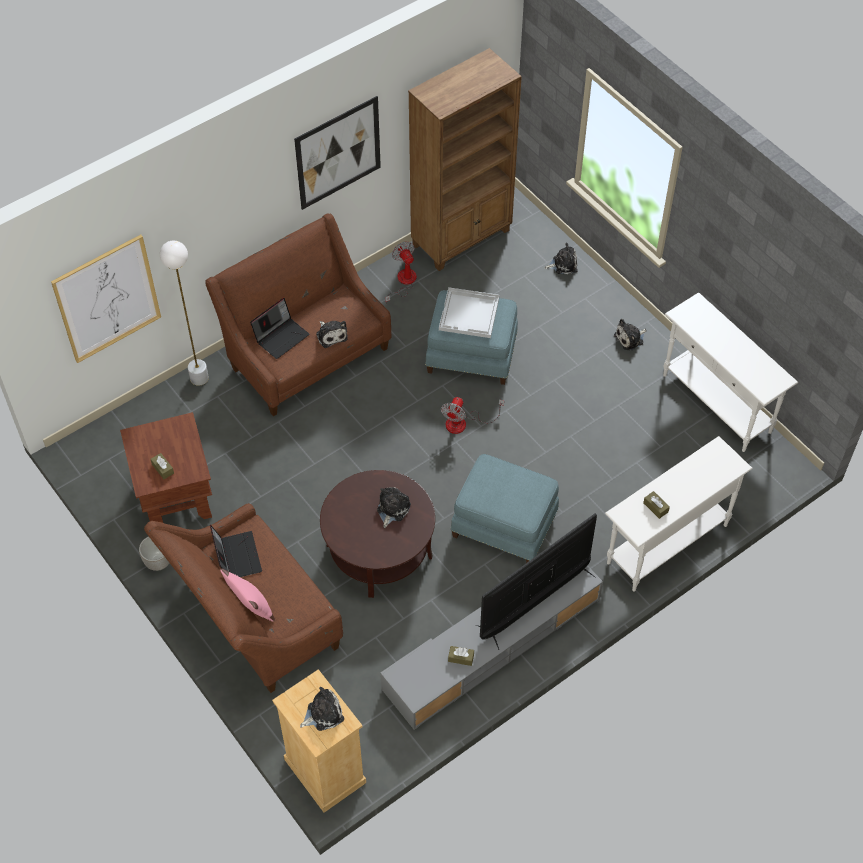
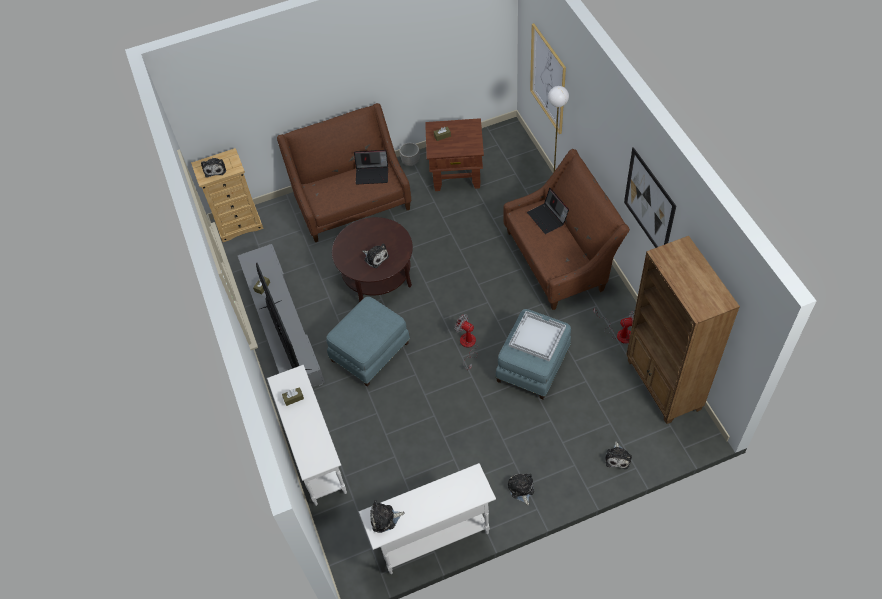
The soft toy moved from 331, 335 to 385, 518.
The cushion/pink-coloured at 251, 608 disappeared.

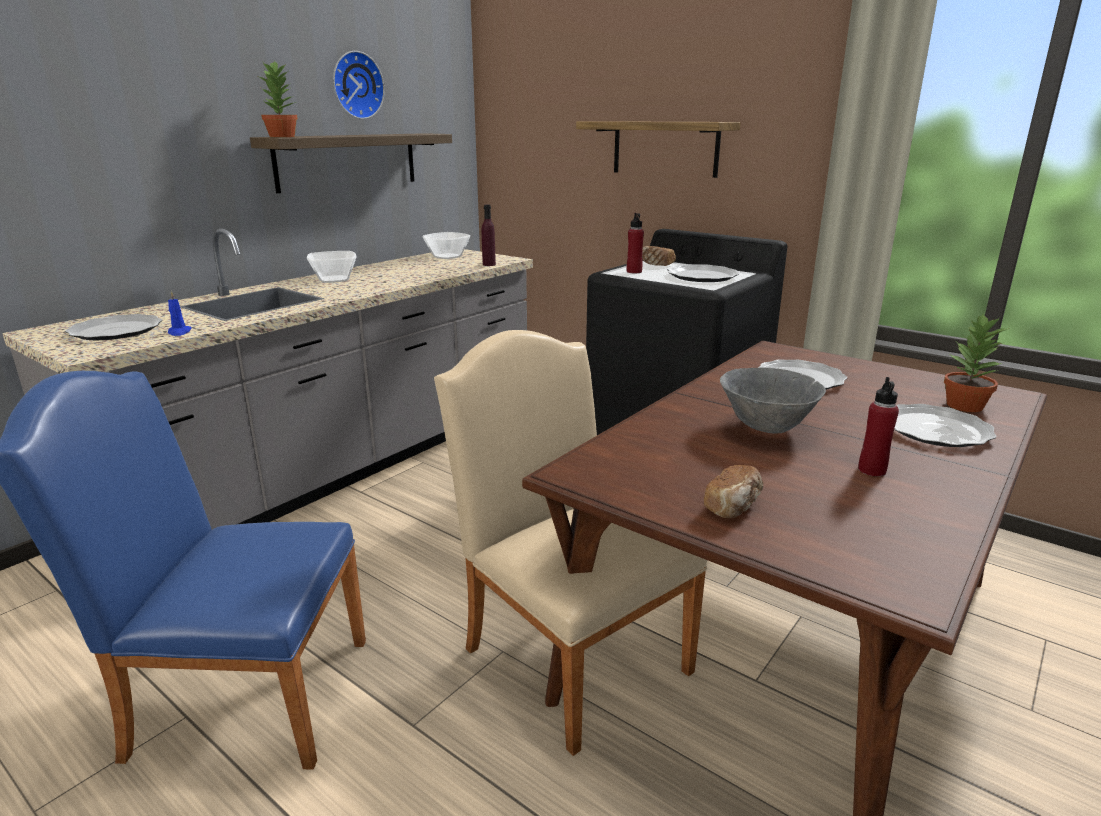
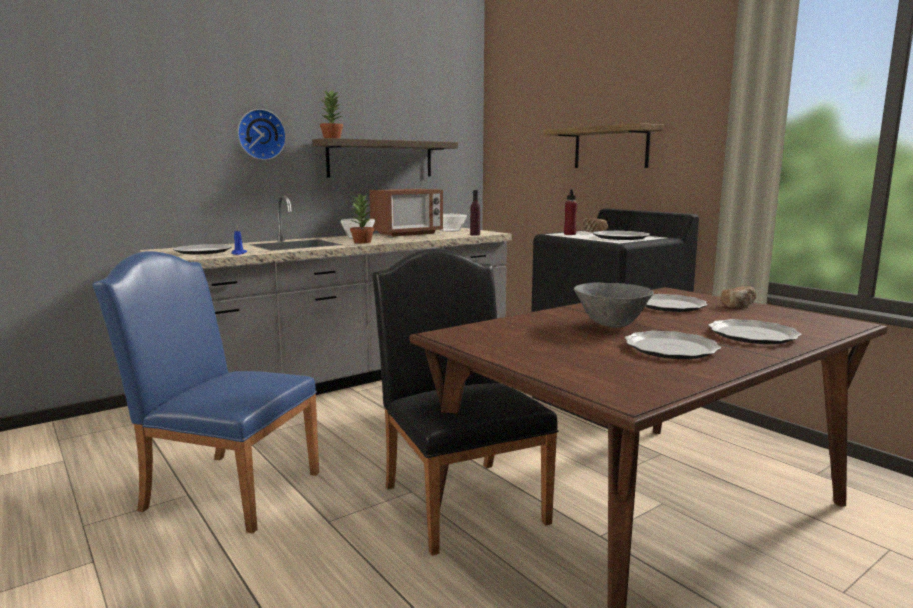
The hanging clock moved from 356, 85 to 260, 134.
The houseplant moved from 964, 406 to 361, 242.
The microwave oven at 407, 233 appeared.
The plain chair/beige at 568, 651 became the plain chair/black at 459, 498.
The drink bottle/reddish at 872, 470 was replaced by the flat dish at 671, 349.
The bakery bread moved from 734, 506 to 739, 306.

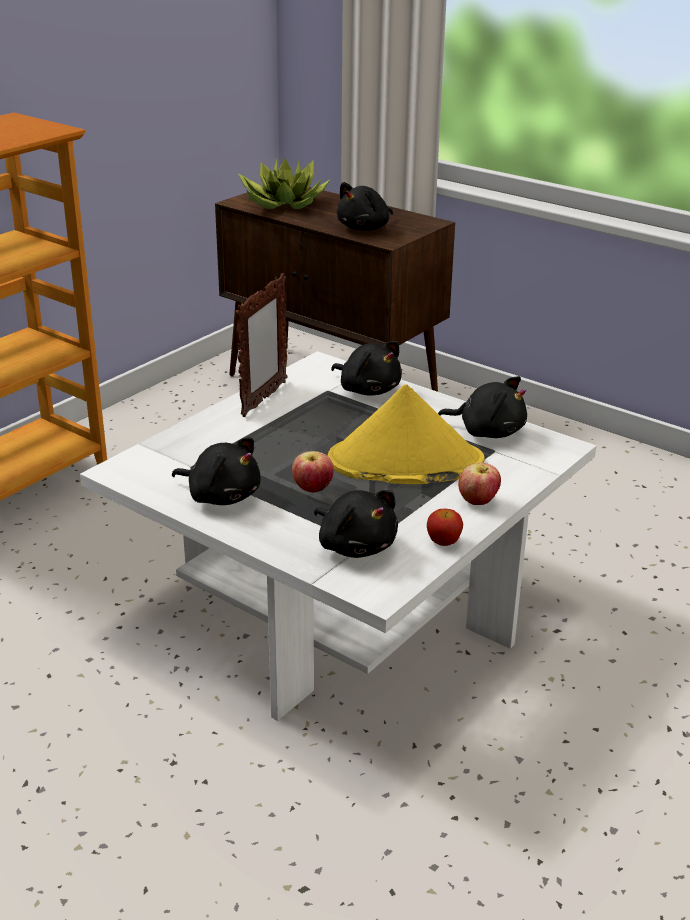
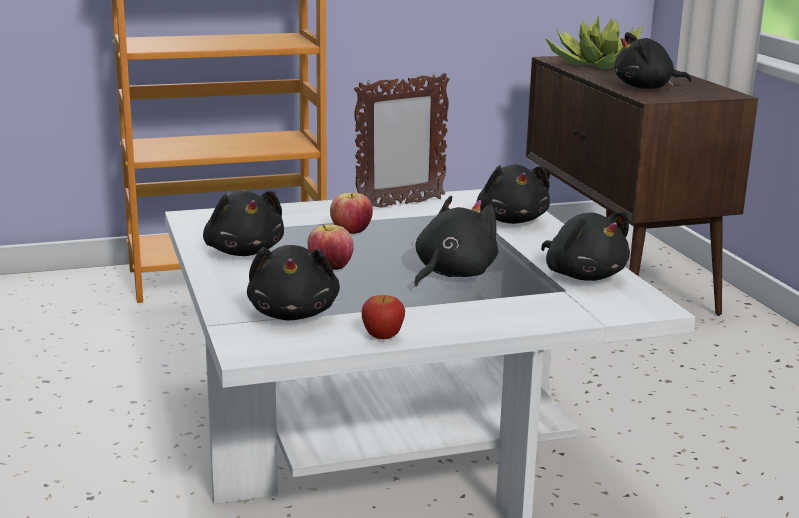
The apple moved from 478, 501 to 351, 232.
The hat/yellow-coloured at 404, 462 was replaced by the soft toy/black at 452, 274.

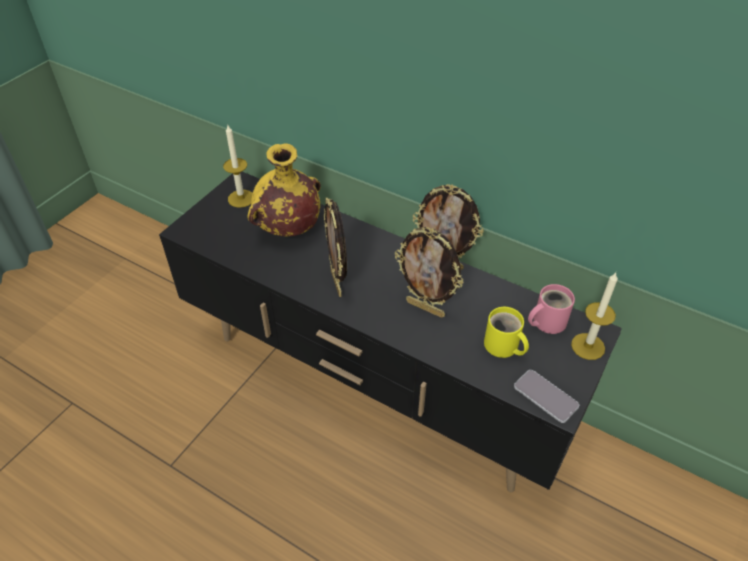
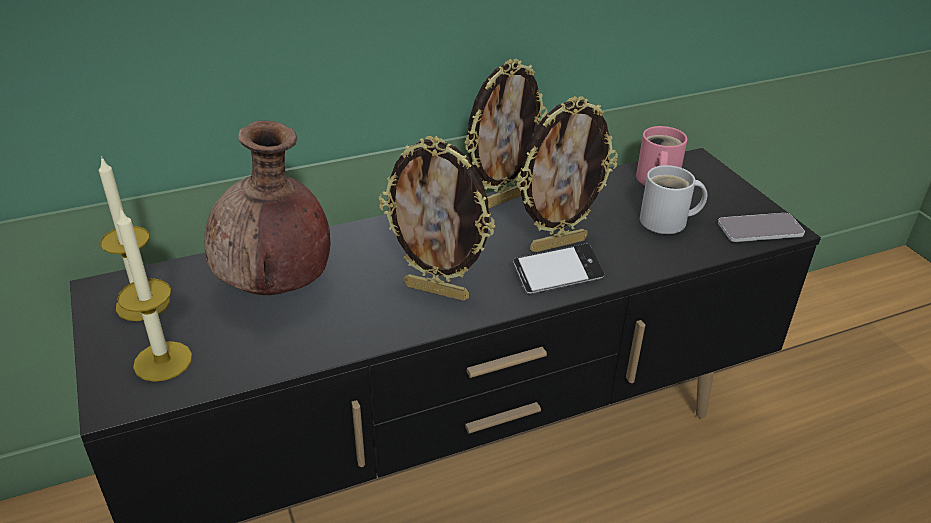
The wax candle moved from 588, 346 to 163, 361.
The decorative vase/yellow-coloured at 287, 229 became the decorative vase/brownish at 275, 288.
The handset at 557, 275 appeared.
The tea mug/yellow-coloured at 502, 347 became the tea mug/whitish at 668, 222.

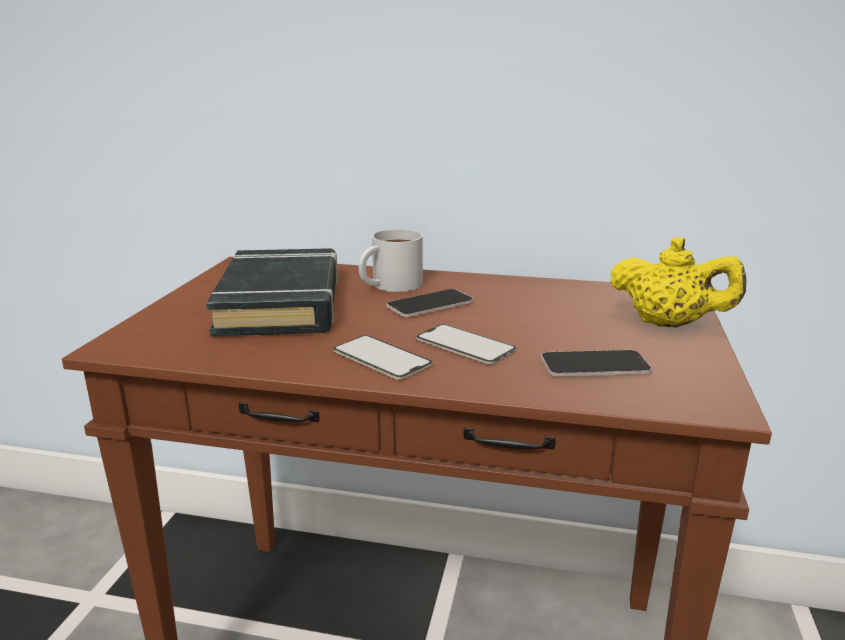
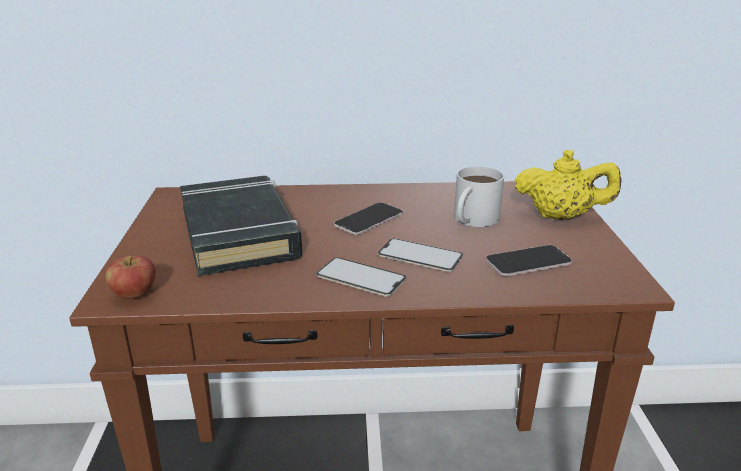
The apple at 134, 294 appeared.
The tea mug/whitish moved from 389, 285 to 472, 220.

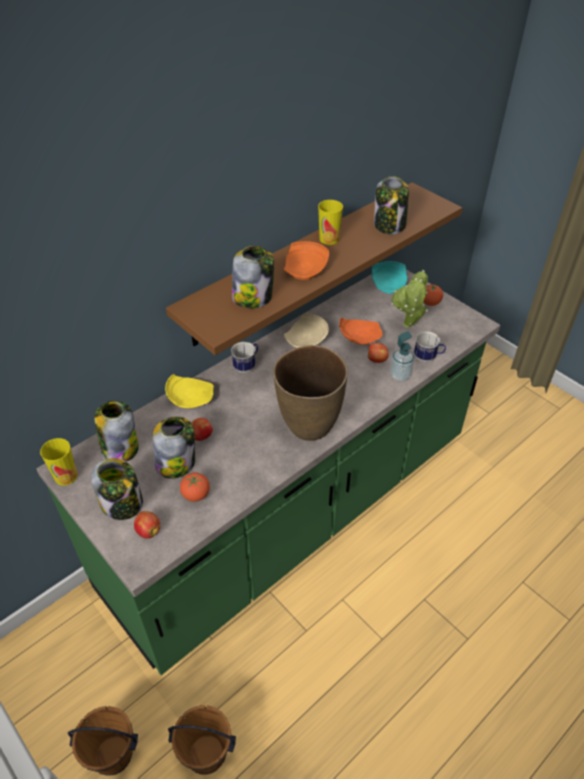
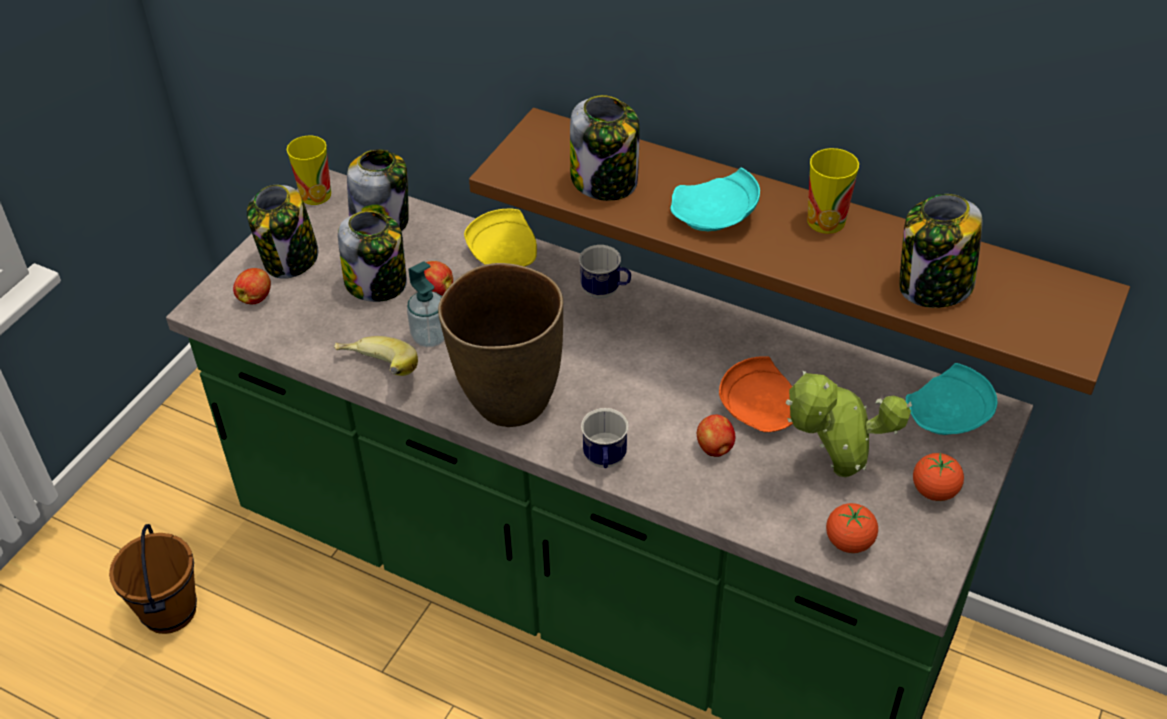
The whole banana at 377, 375 appeared.
The soap bottle moved from 400, 376 to 430, 337.
The tea mug moved from 427, 358 to 605, 462.
The flat dish/orange at 305, 269 became the flat dish/blue-green at 715, 217.
The fresh tomato moved from 196, 495 to 849, 542.
The water bucket/brownish at 113, 755 disappeared.
The flat dish/beige at 306, 339 disappeared.

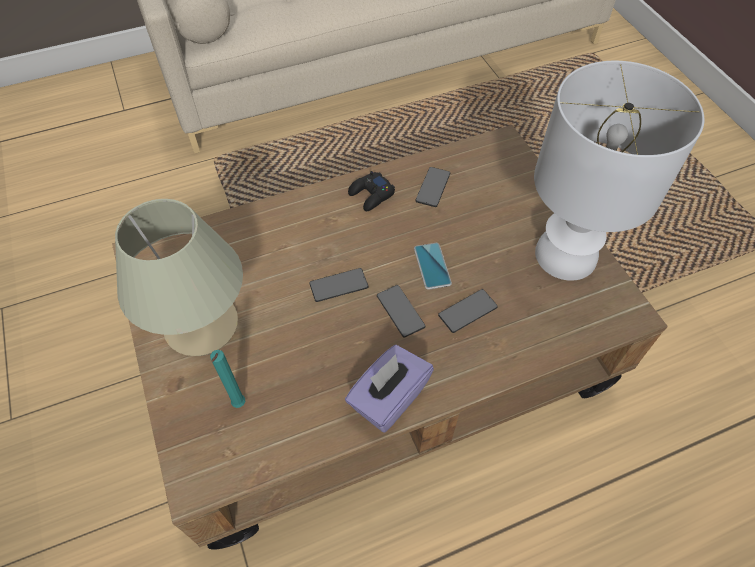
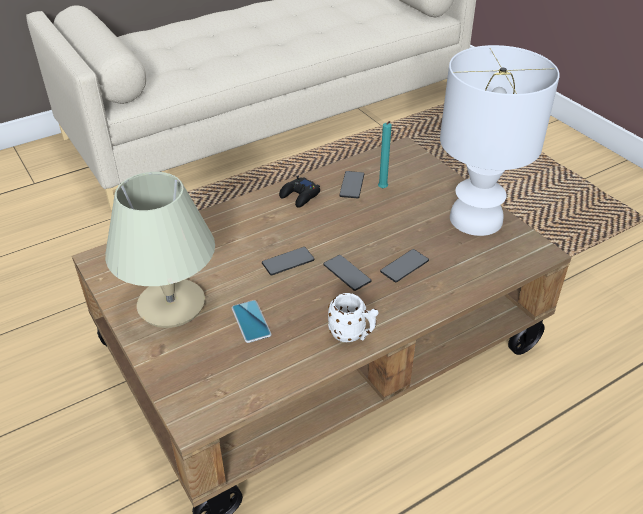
The handset moved from 432, 266 to 251, 321.
The box of tissues/purplish at 388, 398 was replaced by the tea mug/whitish at 352, 335.
The wax candle/blue-green moved from 238, 405 to 383, 189.

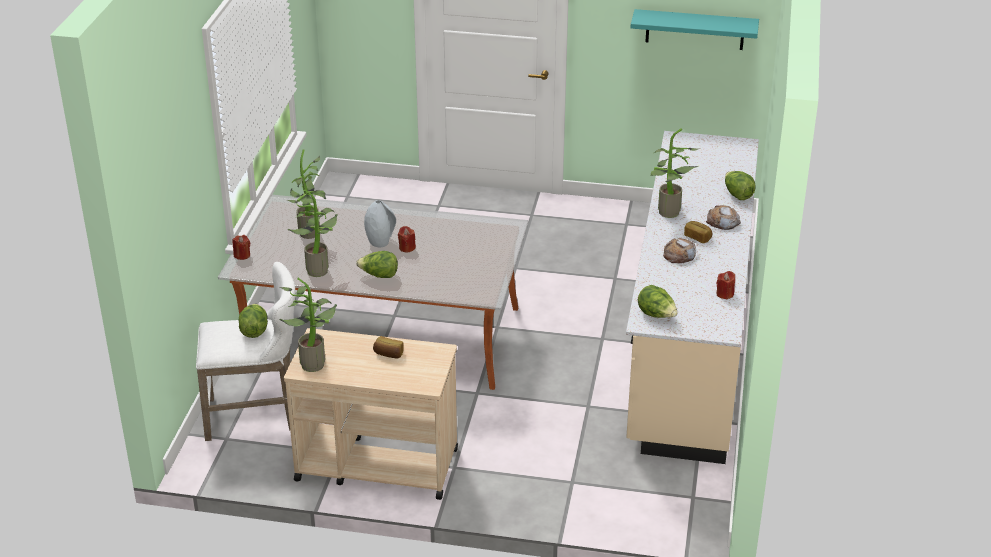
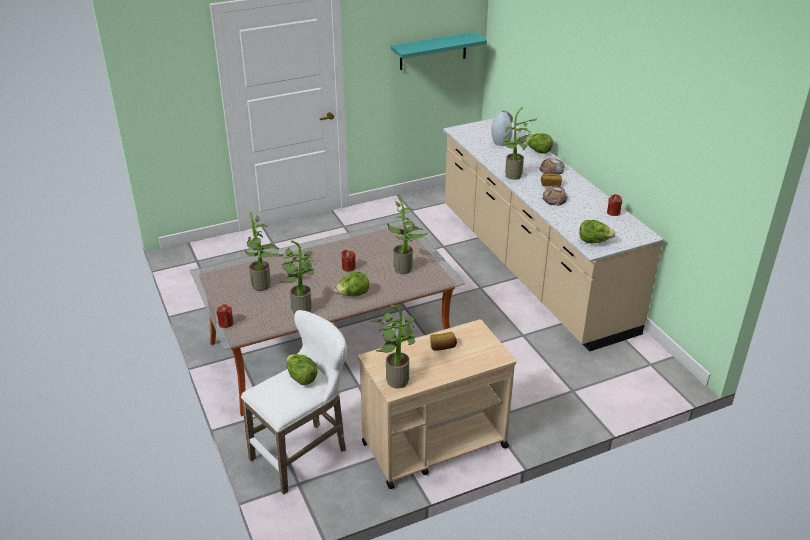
The houseplant at 406, 268 appeared.
The decorative vase/greyish moved from 380, 241 to 501, 142.

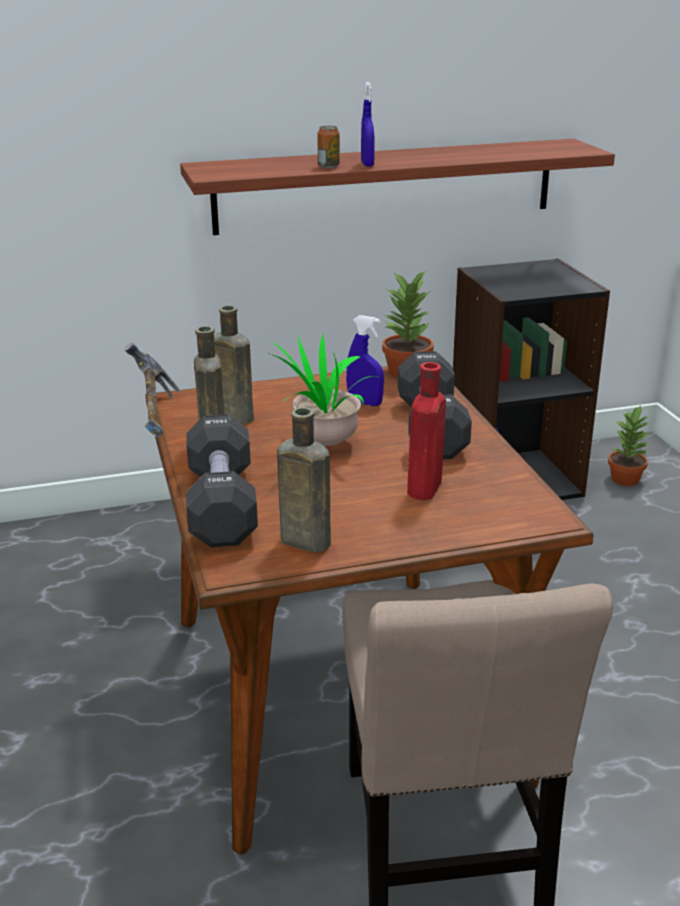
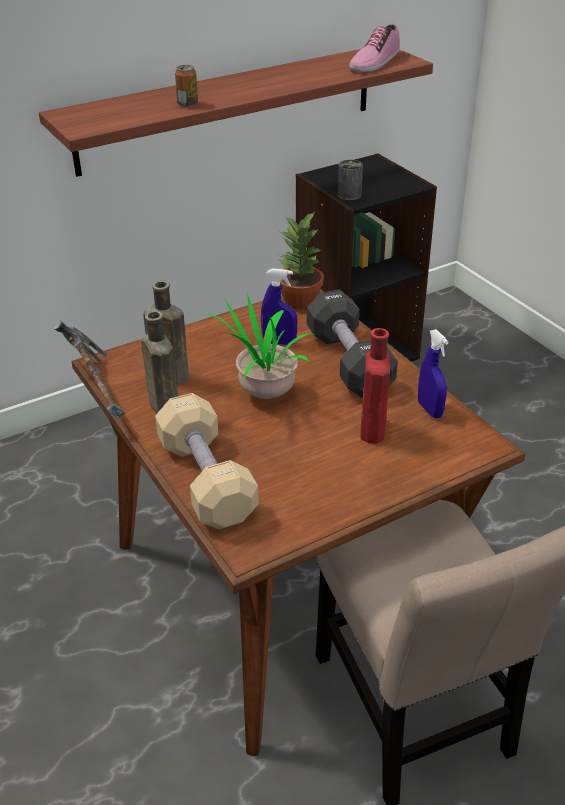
The dumbbell/black at 222, 505 became the dumbbell/beige at 206, 480.
The sealed can at 349, 195 appeared.
The shoe at 374, 62 appeared.
The sprayer/bluish moved from 367, 164 to 429, 409.
The drink bottle/brownish at 302, 541 disappeared.
The houseplant at 626, 479 disappeared.

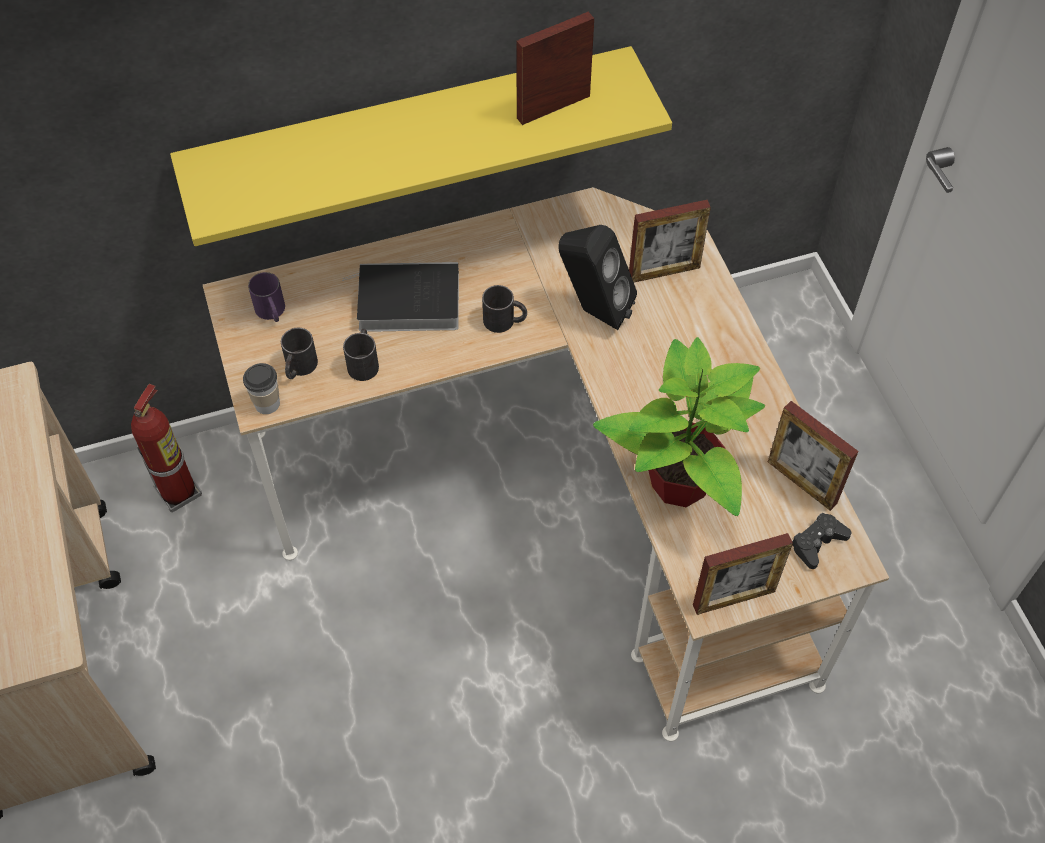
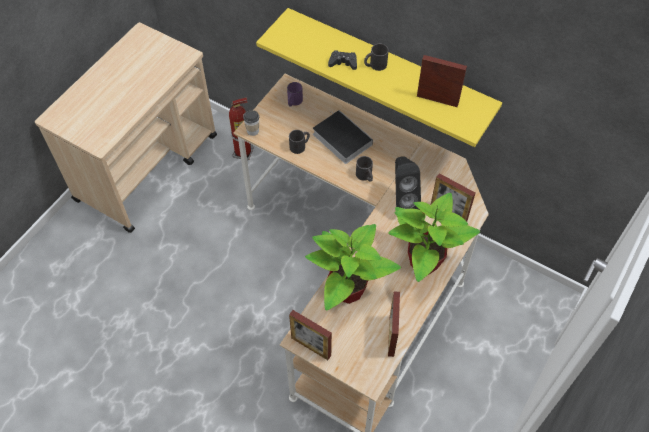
The joypad/black moved from 817, 543 to 343, 63.
The tea mug/black moved from 299, 368 to 375, 65.
The houseplant at 423, 262 appeared.

